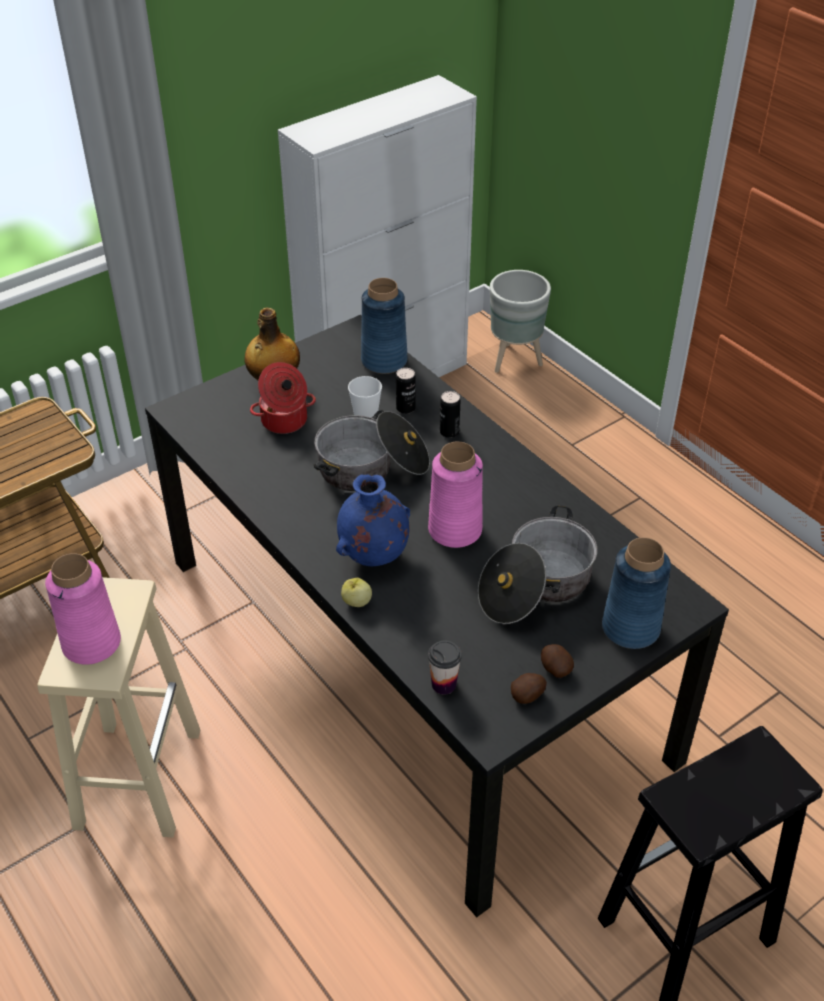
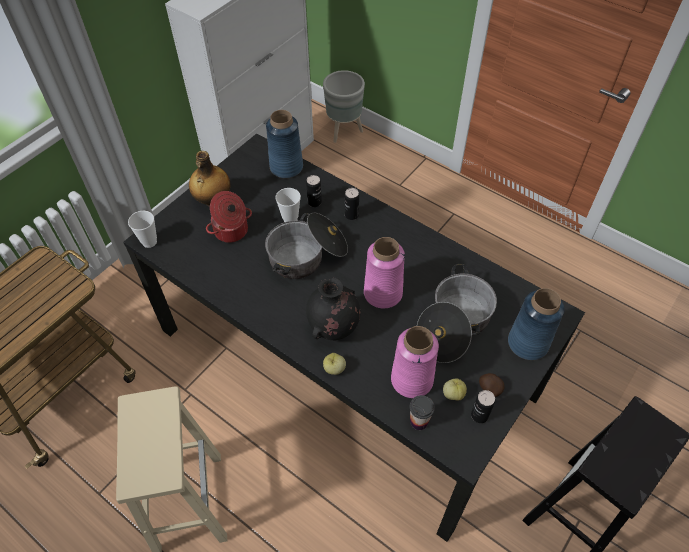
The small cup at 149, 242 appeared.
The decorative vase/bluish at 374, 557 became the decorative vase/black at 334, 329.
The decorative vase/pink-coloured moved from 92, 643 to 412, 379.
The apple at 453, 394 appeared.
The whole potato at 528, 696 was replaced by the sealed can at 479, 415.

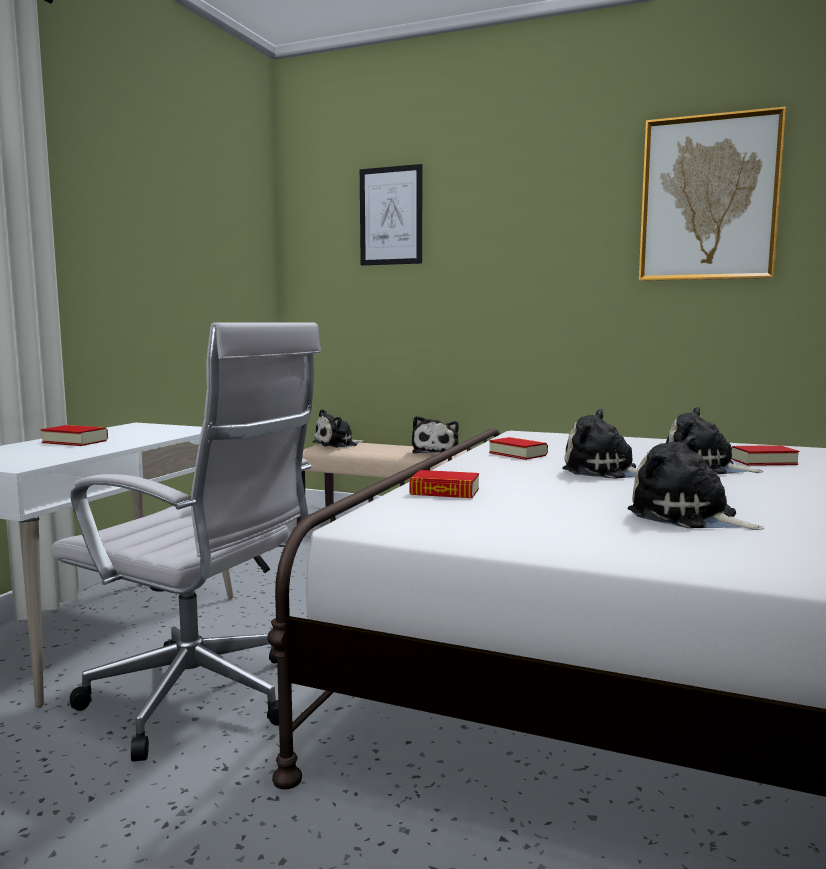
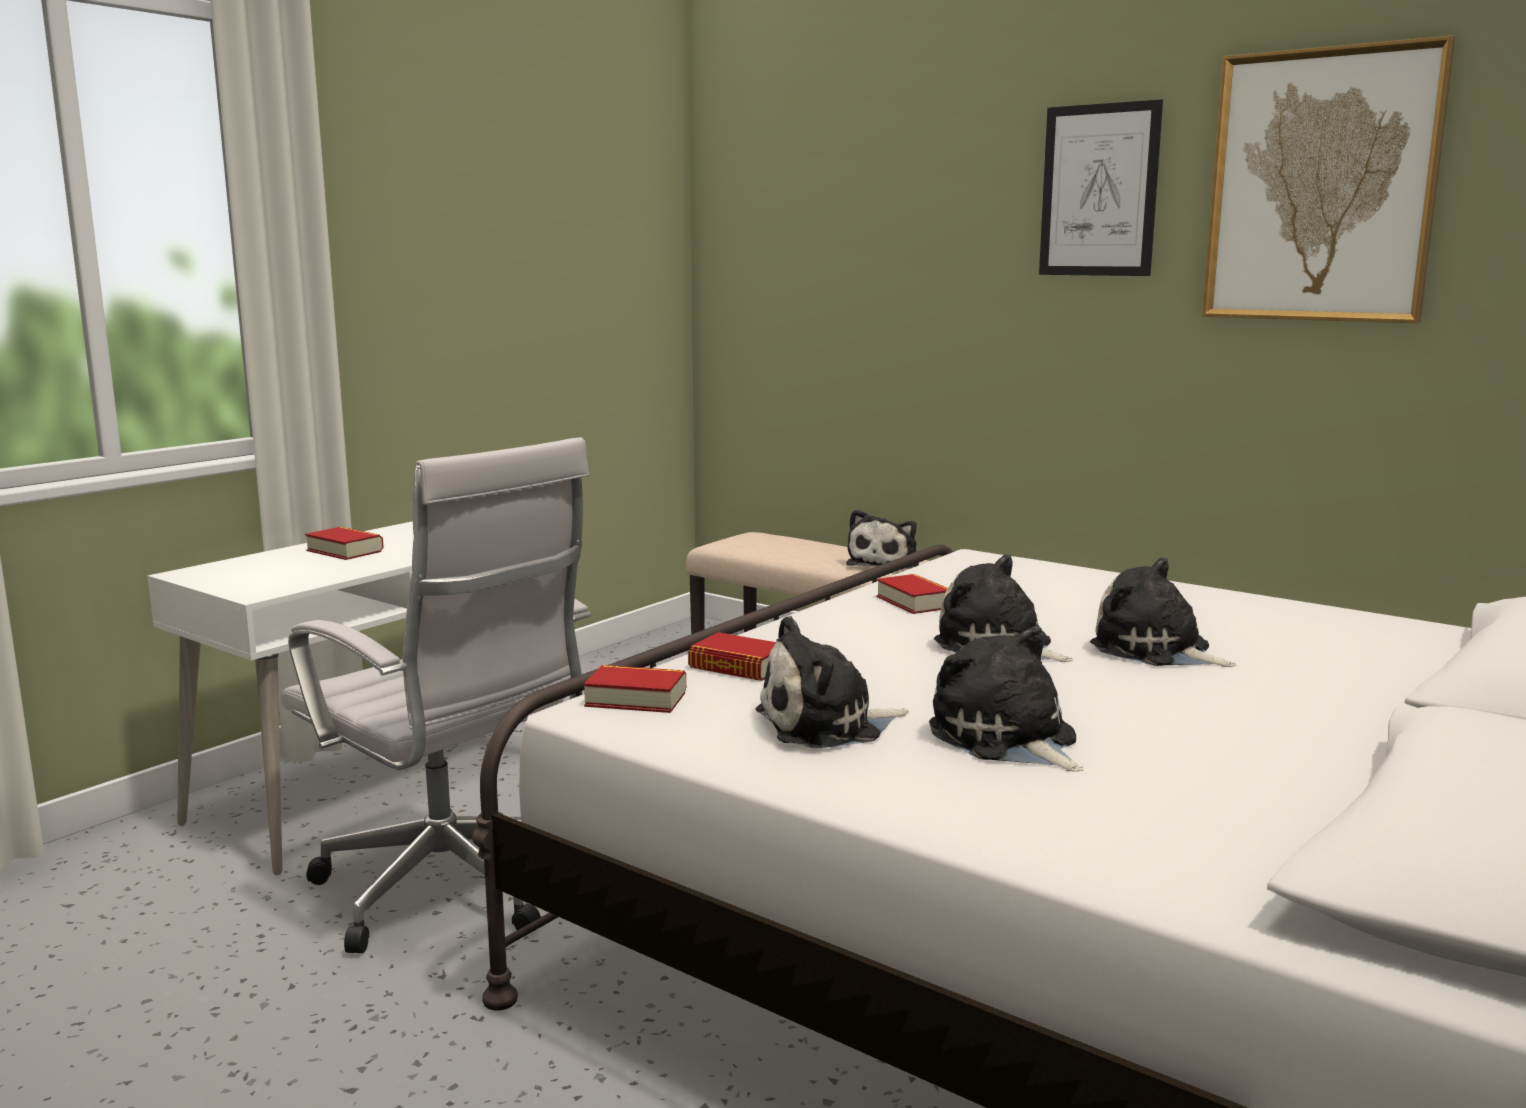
The book moved from 763, 461 to 636, 699.
The soft toy moved from 337, 444 to 826, 725.
The wall art moved from 391, 216 to 1099, 190.

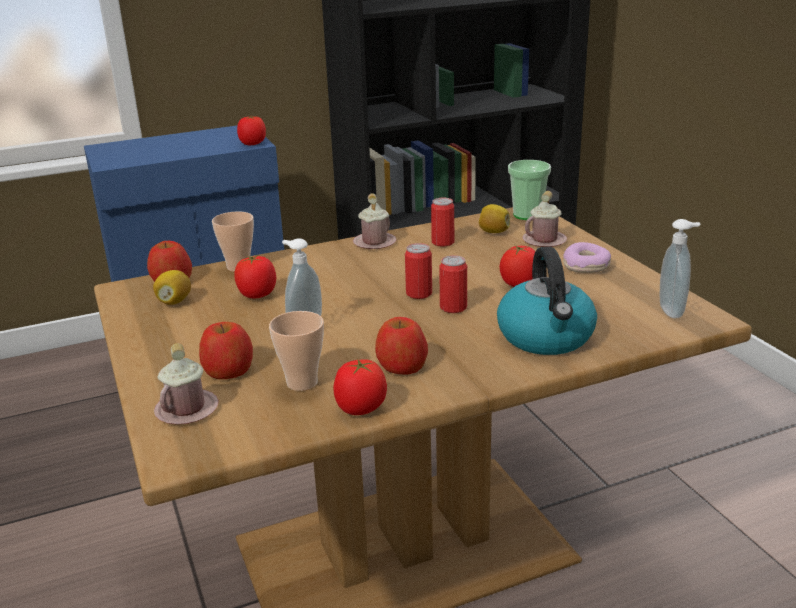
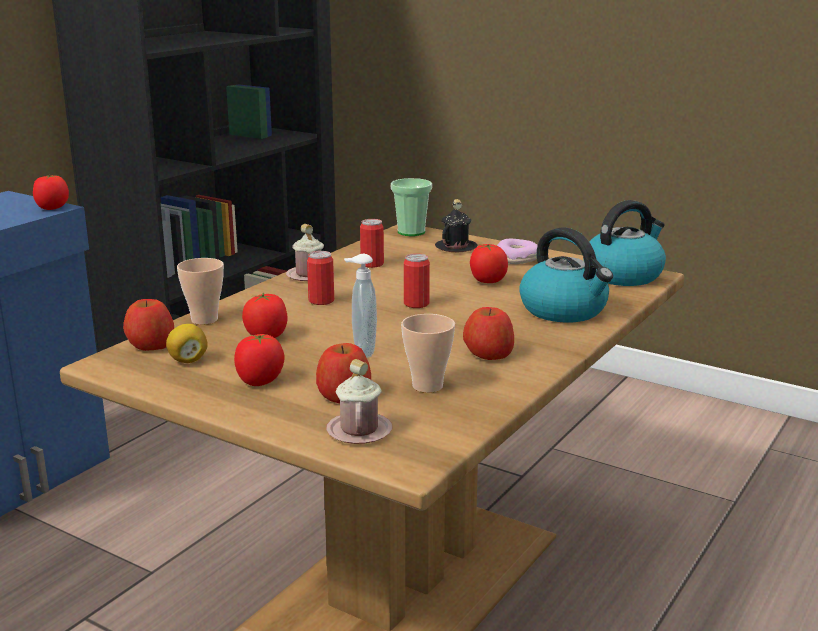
The fresh tomato moved from 360, 408 to 259, 381.
The sealed can moved from 453, 307 to 321, 301.
The tea mug/pink-coloured at 544, 240 became the tea mug/black at 456, 247.
The soap bottle at 673, 311 was replaced by the tea kettle at 623, 275.
The citrus fruit at 494, 232 disappeared.

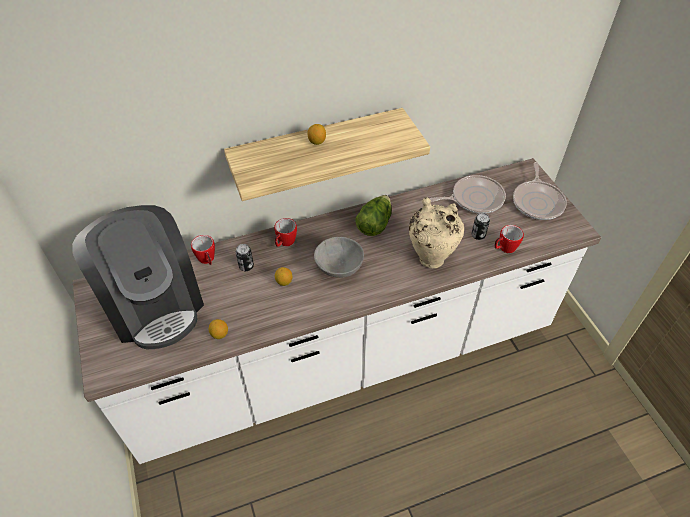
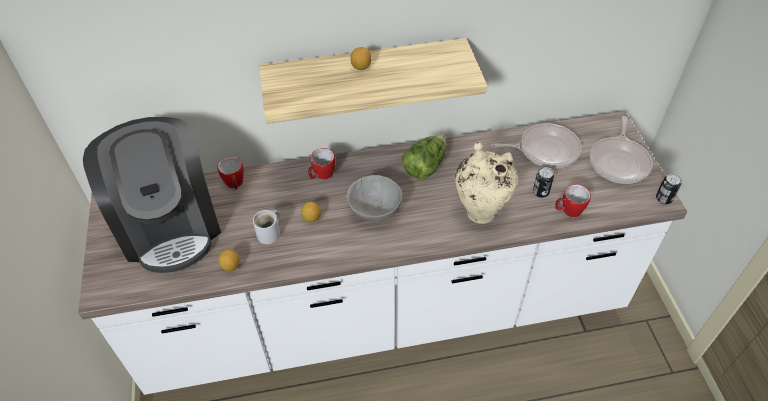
The tea mug/whitish at 270, 233 appeared.
The sealed can moved from 246, 266 to 663, 198.

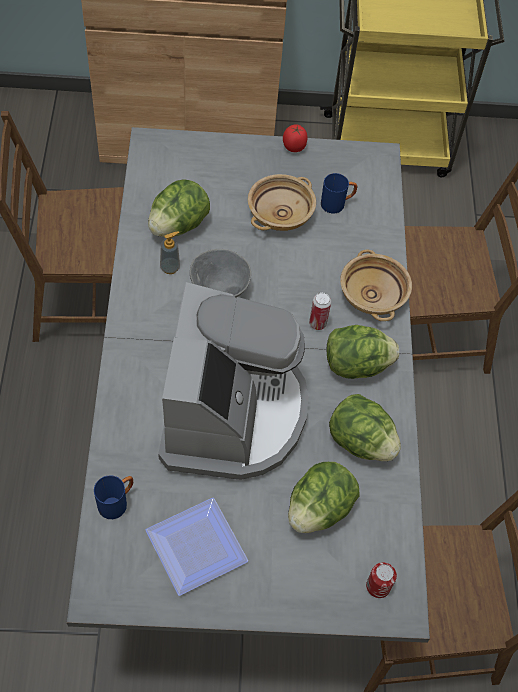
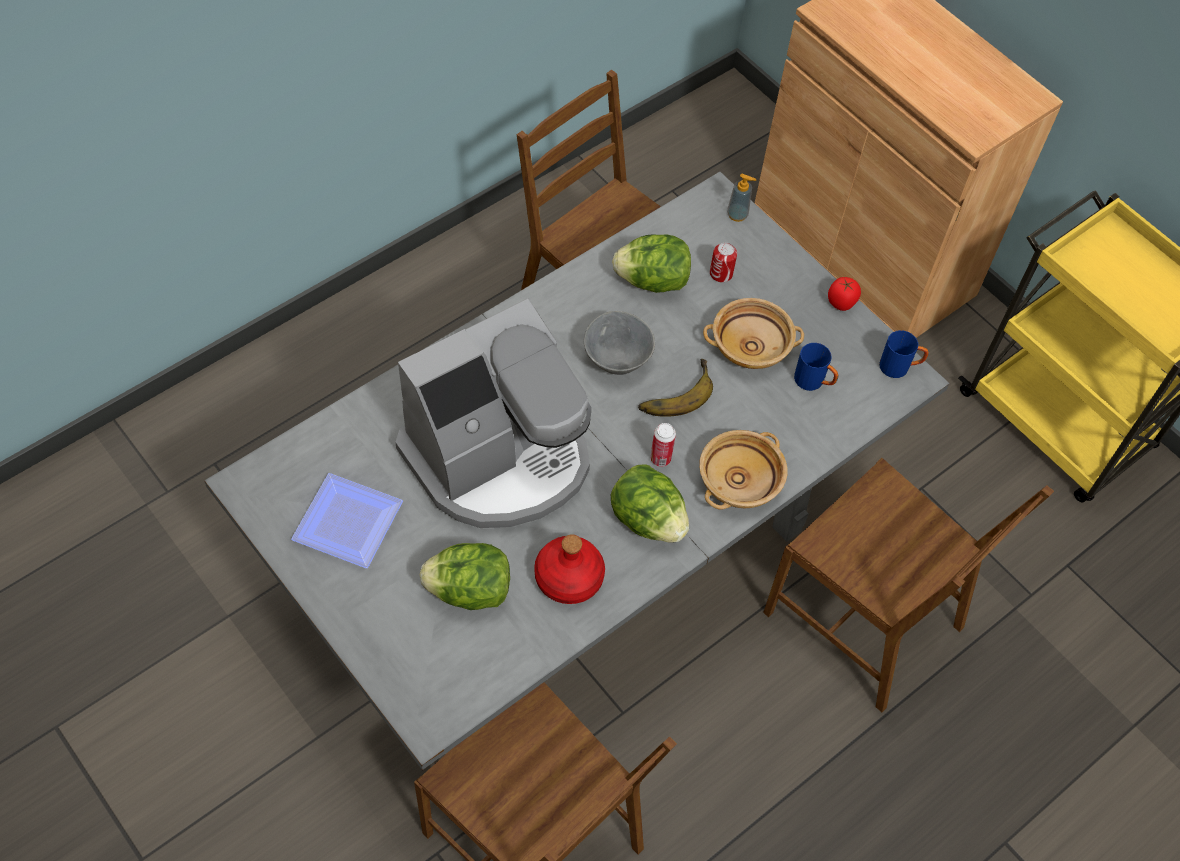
The lettuce head at 360, 441 was replaced by the drink bottle/reddish at 569, 577.
The whole banana at 673, 391 appeared.
The sealed can moved from 378, 586 to 721, 273.
The soap bottle moved from 170, 267 to 737, 214.
The tea mug/bluish moved from 117, 502 to 900, 367.

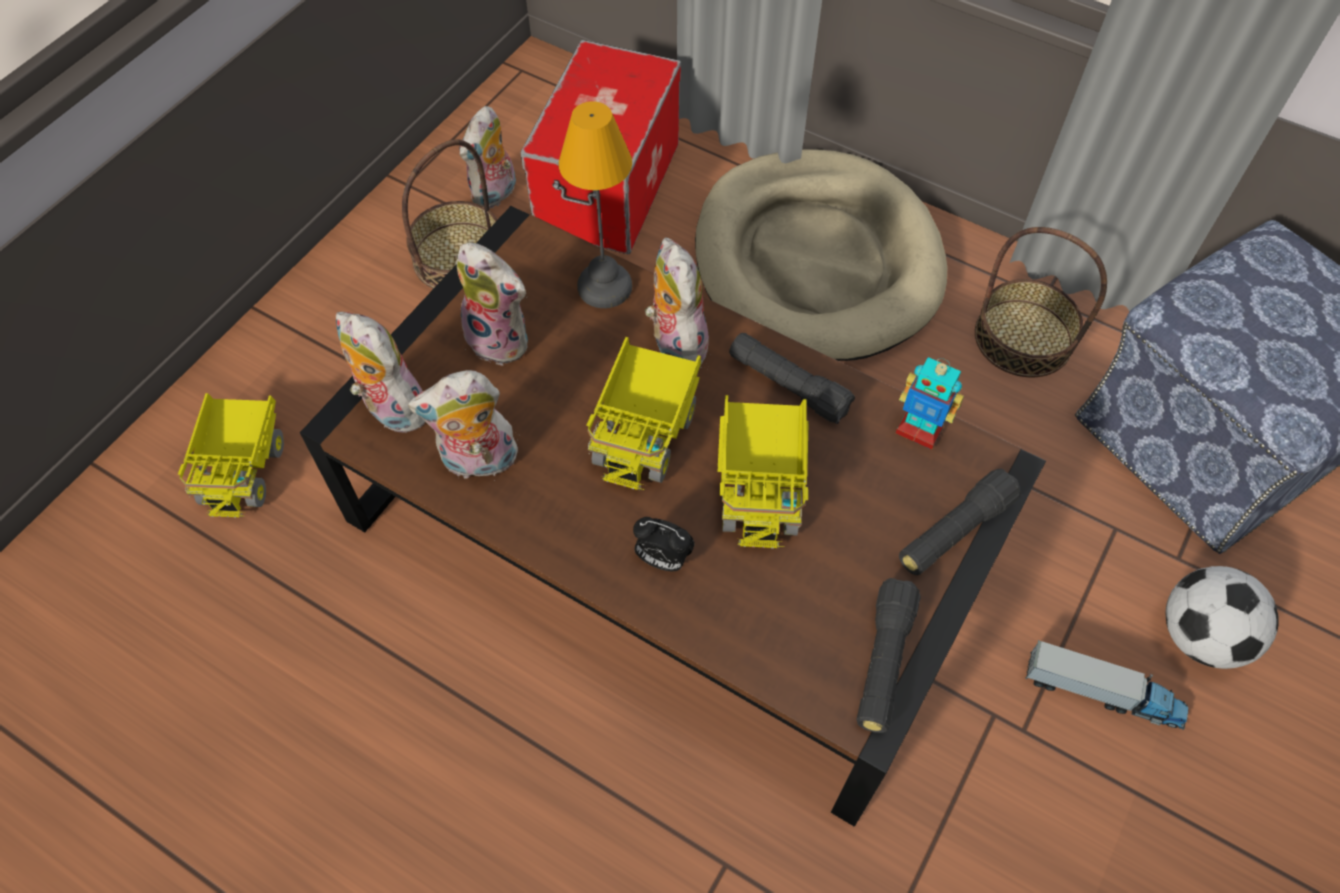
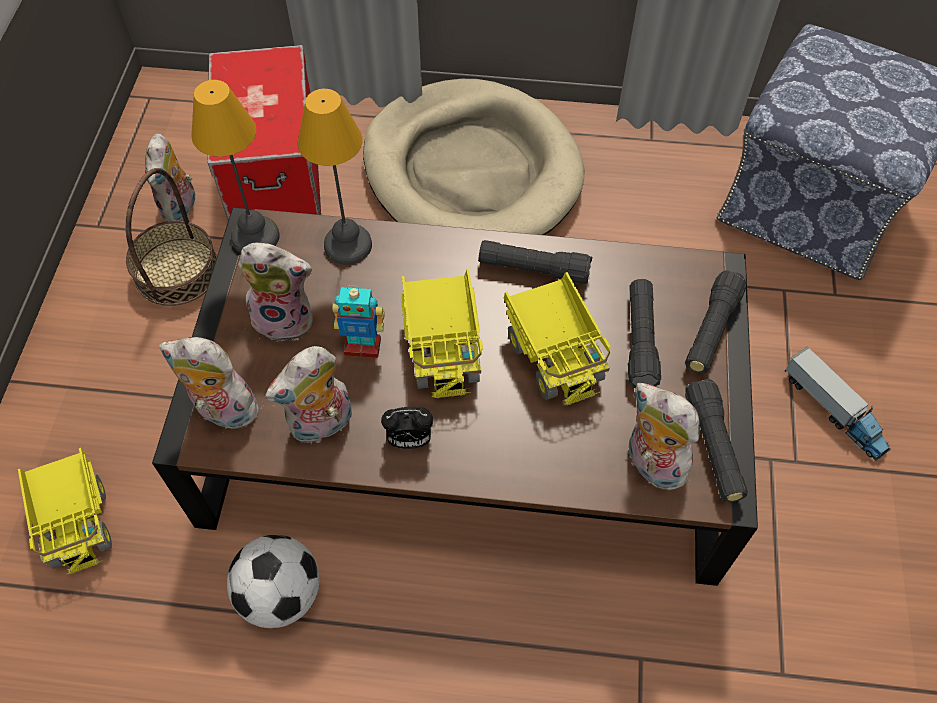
The table lamp at 257, 236 appeared.
The ball for football moved from 1200, 636 to 281, 594.
The robot figure moved from 919, 430 to 363, 346.
The table clock moved from 662, 559 to 409, 440.
The torch/black at 640, 340 appeared.
The soft toy moved from 675, 343 to 650, 464.
The model truck at 1102, 693 turned 60 degrees clockwise.
The storage basket at 1023, 338 disappeared.

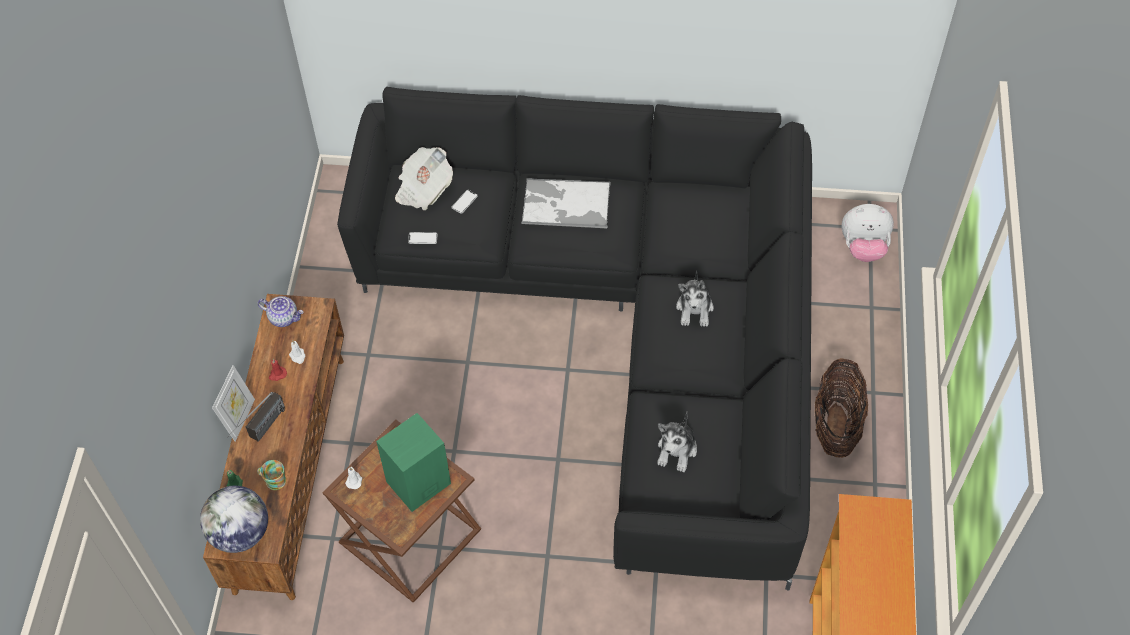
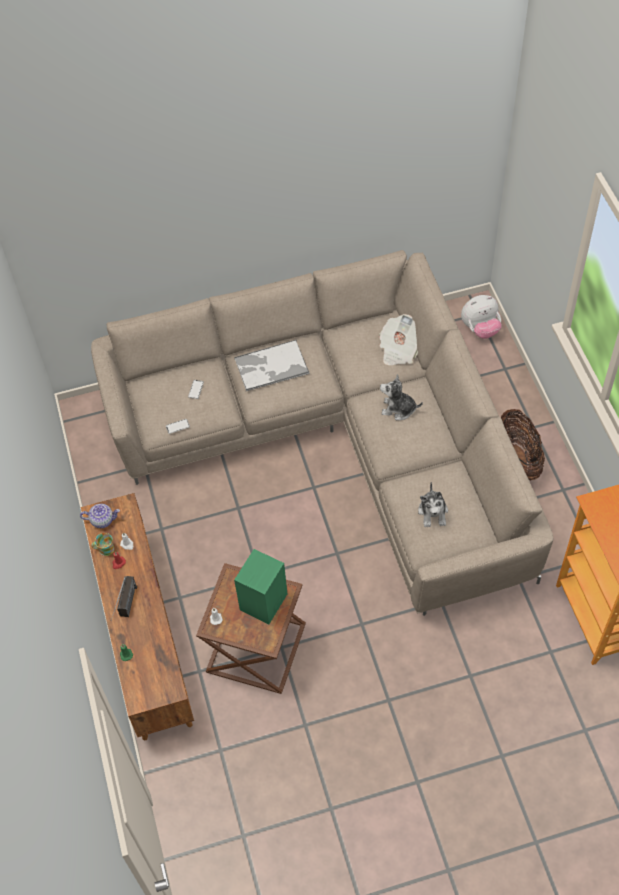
The couch/black at 626, 324 became the couch/beige at 340, 439.
The tea mug moved from 273, 480 to 104, 549.
The newspaper moved from 423, 189 to 399, 349.
The soft toy at 695, 309 turned 120 degrees clockwise.
The desk globe at 240, 533 disappeared.
The photo frame at 240, 419 disappeared.

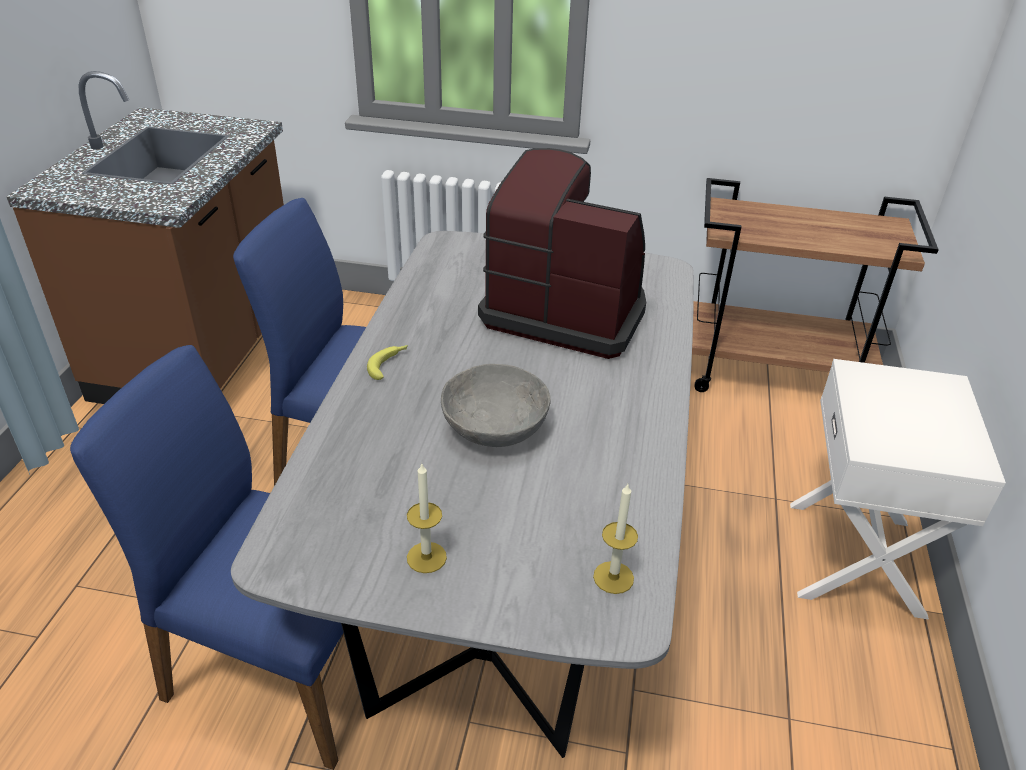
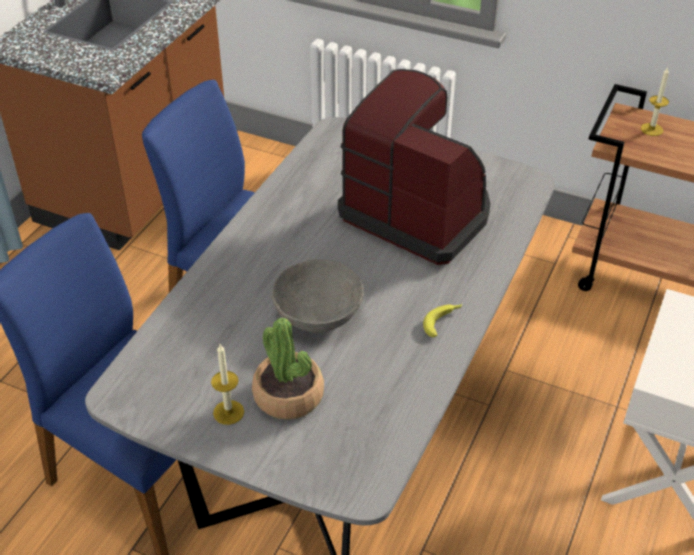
The houseplant at 289, 395 appeared.
The whole banana moved from 389, 364 to 443, 321.
The wax candle moved from 613, 577 to 651, 129.

